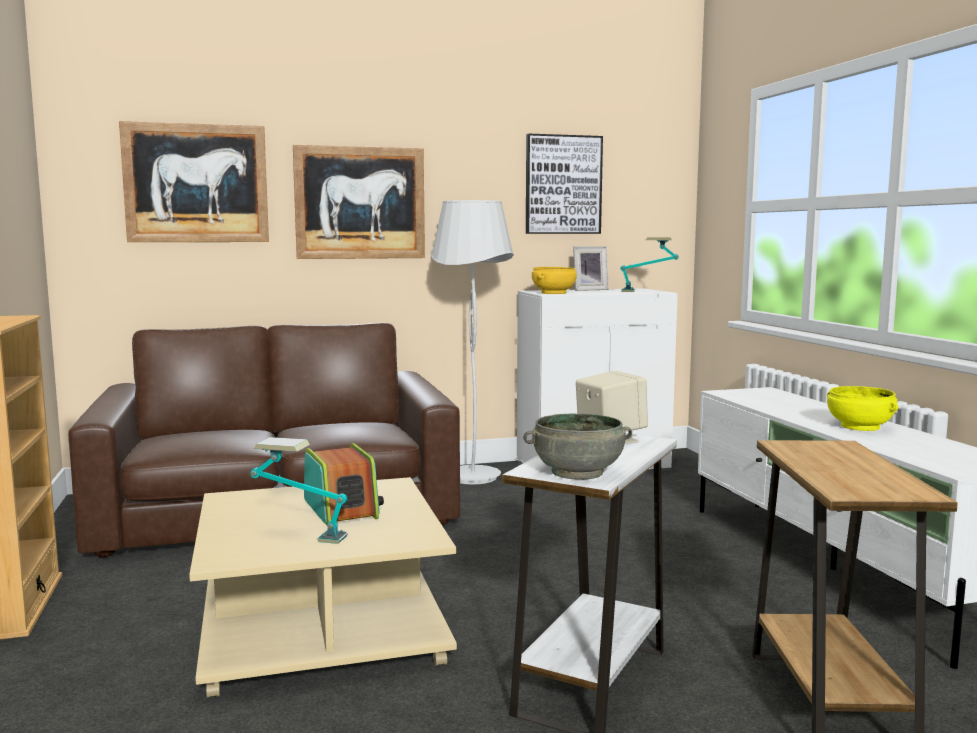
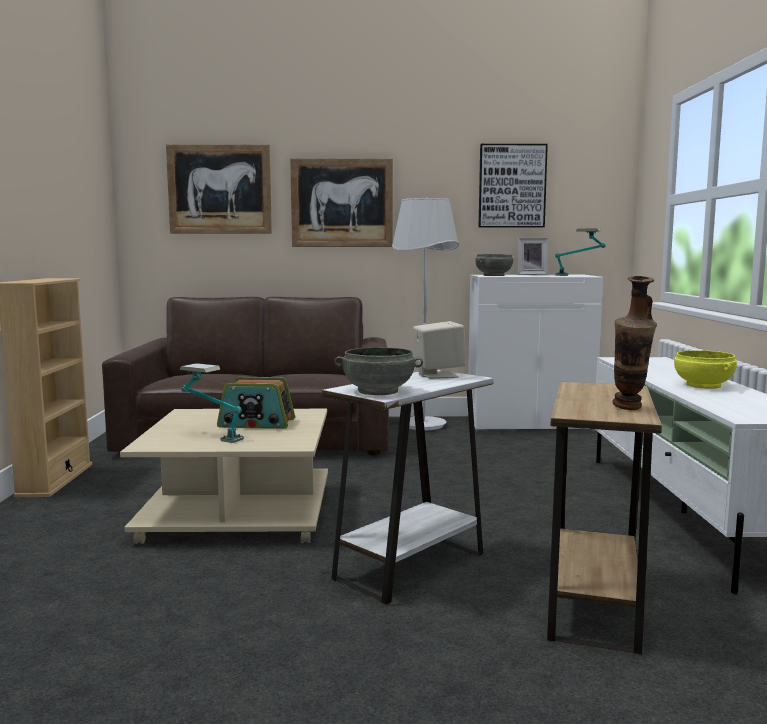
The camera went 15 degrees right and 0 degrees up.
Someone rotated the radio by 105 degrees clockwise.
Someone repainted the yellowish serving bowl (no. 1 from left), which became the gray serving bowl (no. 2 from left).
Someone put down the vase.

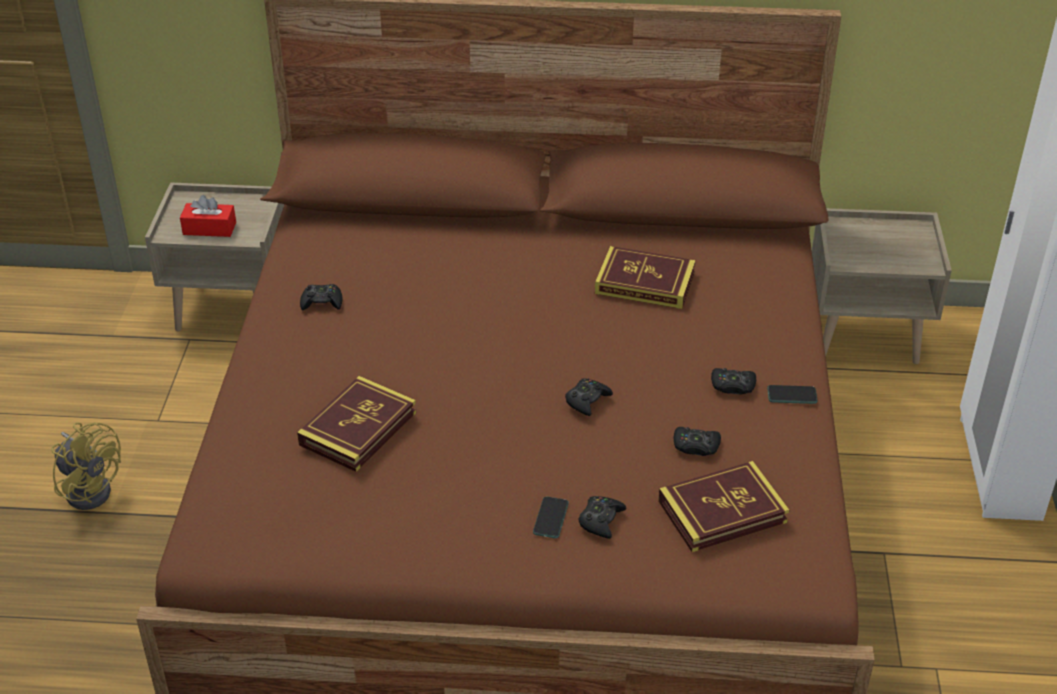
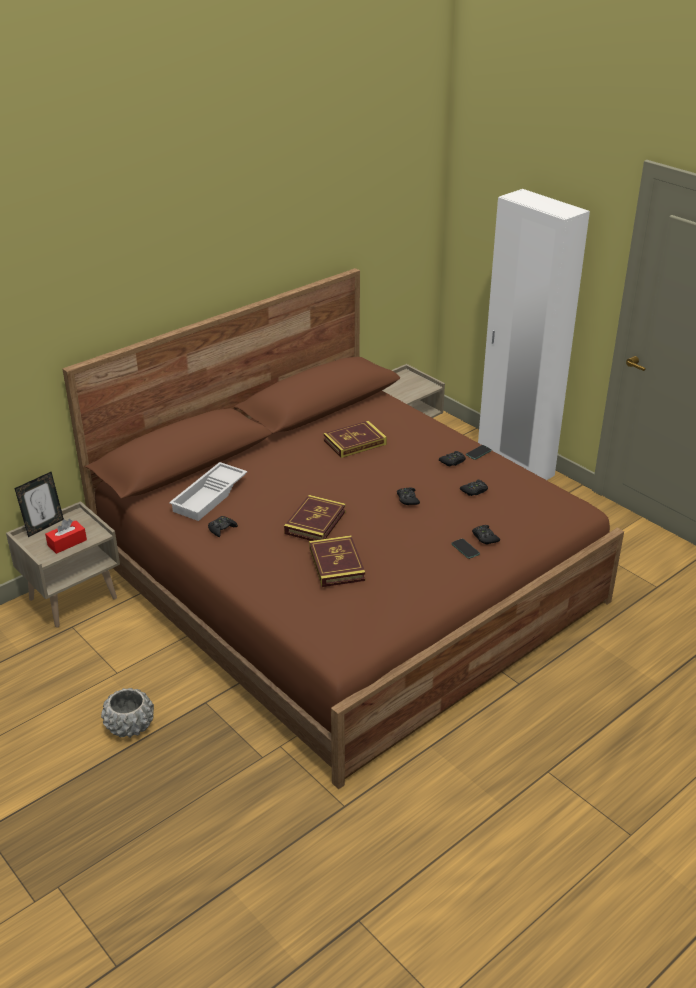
The camera went 45 degrees left and 5 degrees down.
Someone swapped the yellowish fan for the gray flower pot.
Someone carried the bound book (no. 3 from left in the first image).
Someone put down the photo frame.
Someone put down the white serving tray.

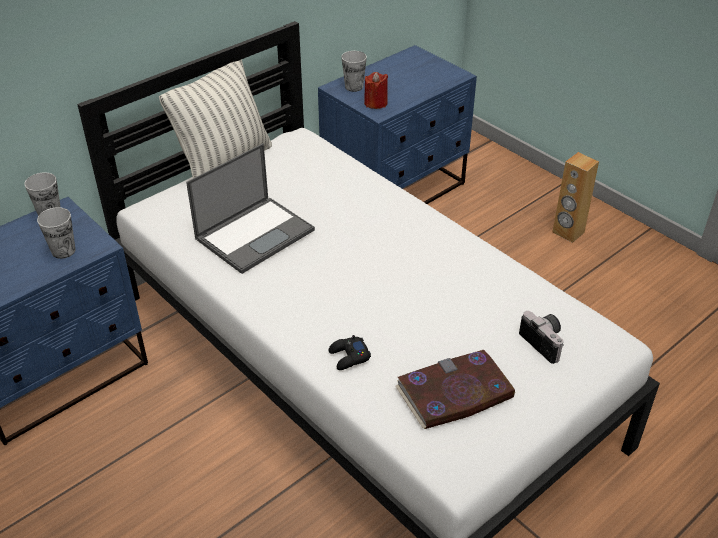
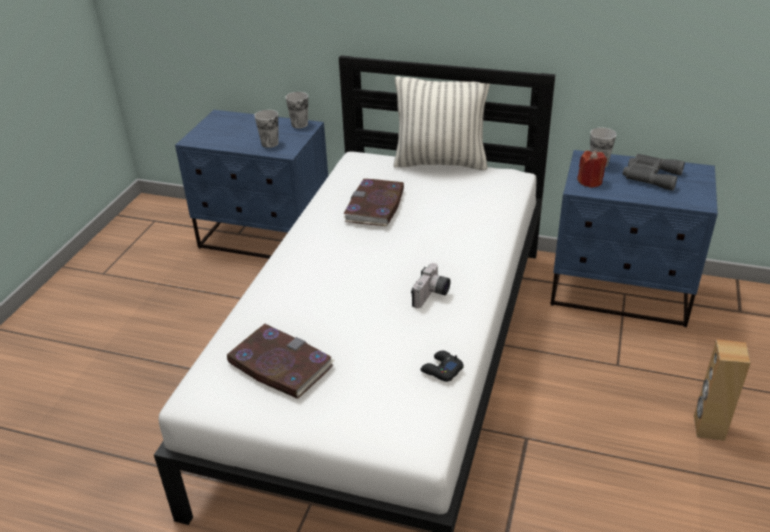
The camera went 60 degrees right and 5 degrees down.
Someone swapped the notebook computer for the bound book (no. 2 from left).
Someone carried the black joypad.
Someone carried the still camera.
Someone put down the gray pair of binoculars.

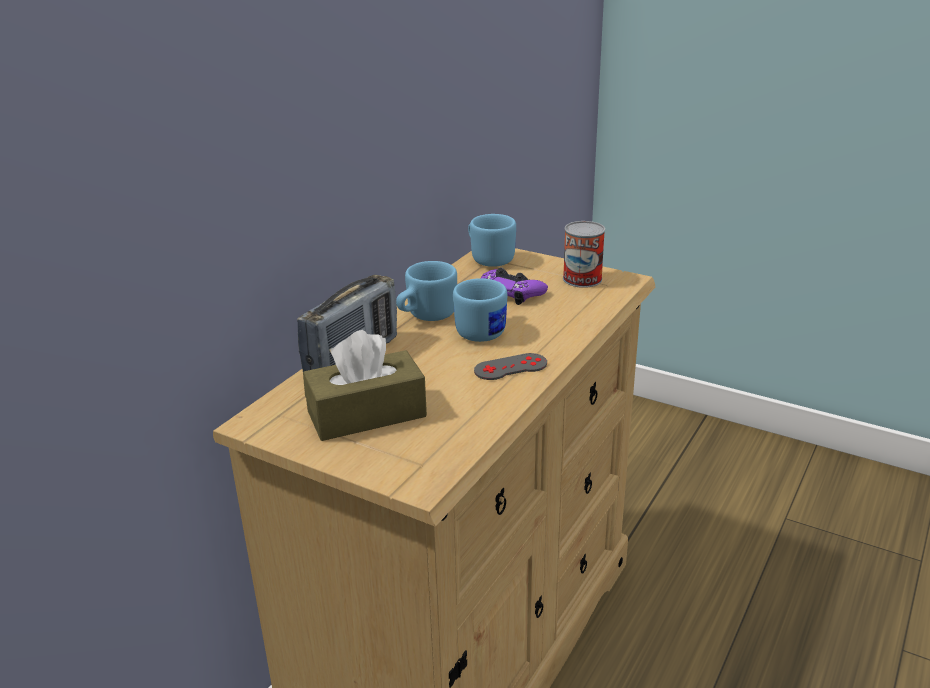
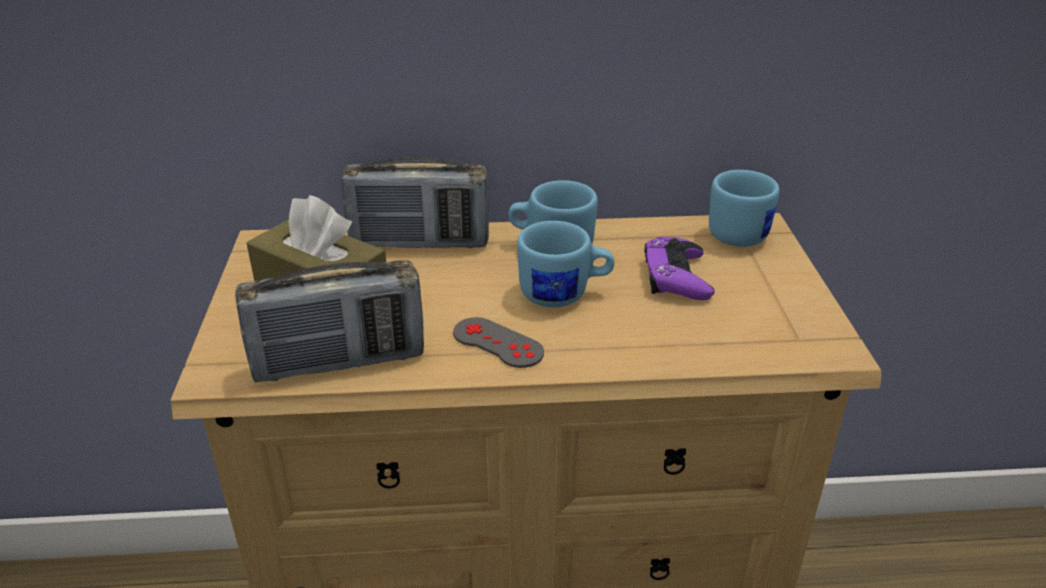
The camera went 55 degrees right and 5 degrees up.
Someone took away the metal can.
Someone put down the radio (no. 1 from left).

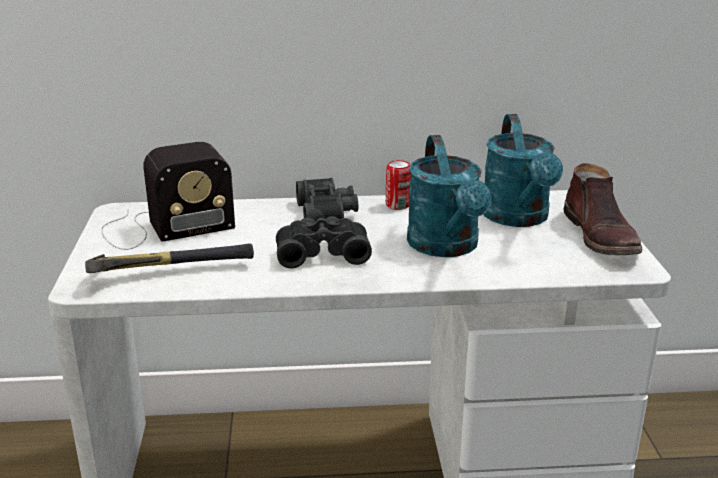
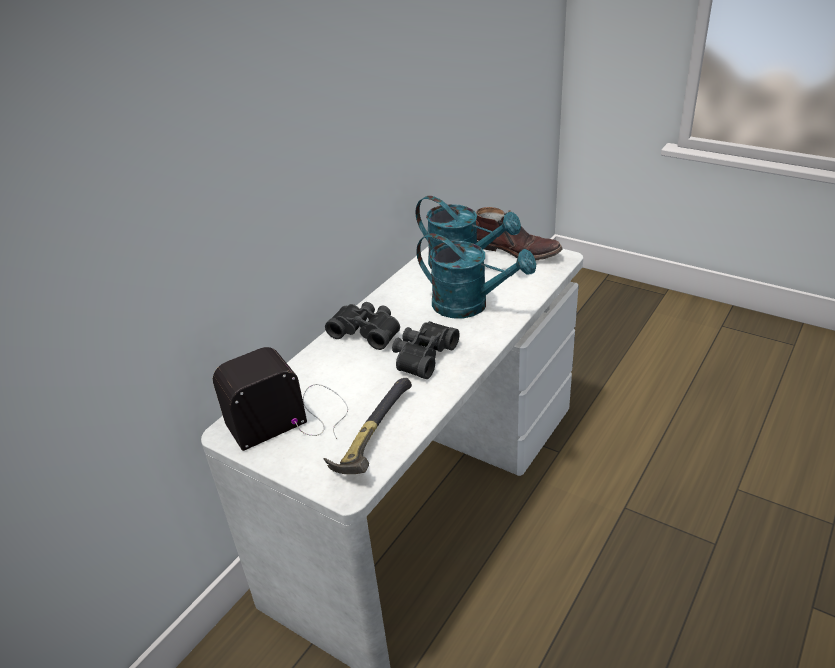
The camera went 50 degrees left and 10 degrees up.
Someone rotated the radio by 135 degrees counterclockwise.
Someone took away the metal can.

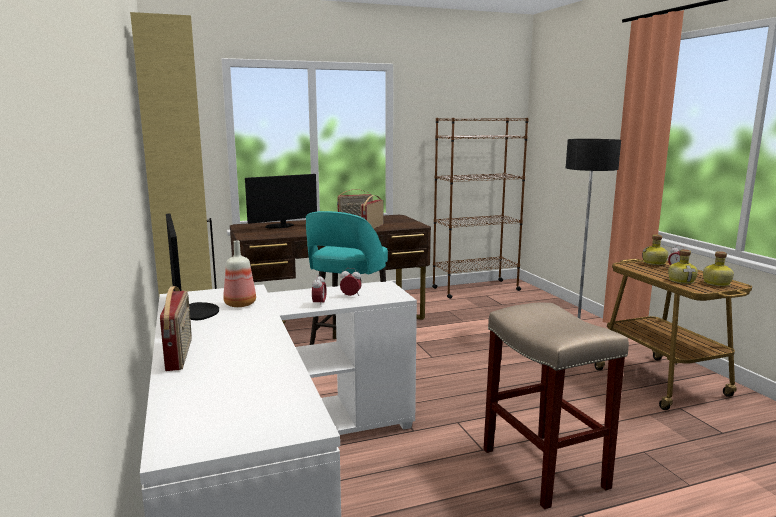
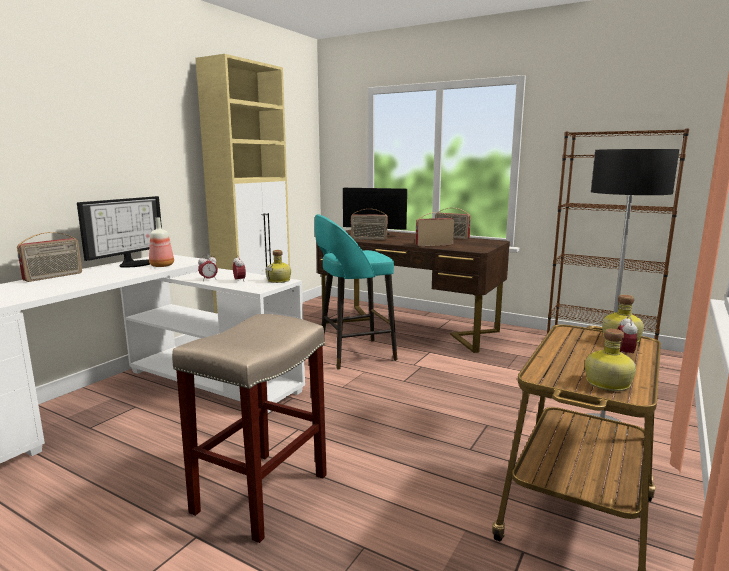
The camera went 50 degrees right and 0 degrees up.
Someone carried the beverage bottle (no. 3 from left in the first image).
Someone put down the radio (no. 2 from left).

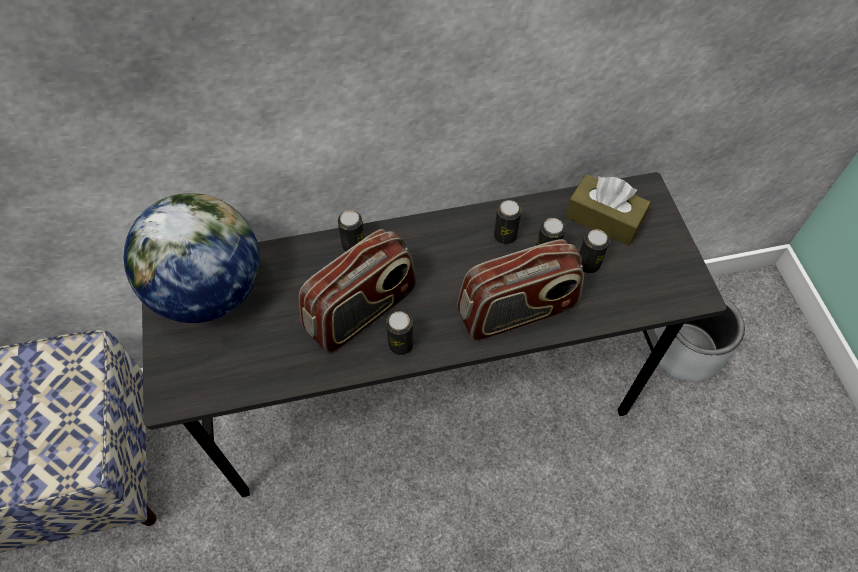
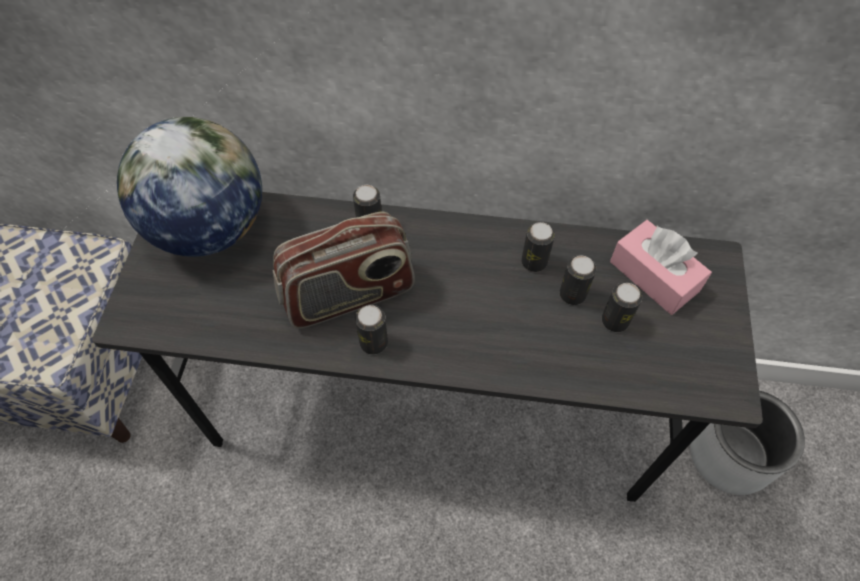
The camera went 20 degrees right and 0 degrees up.
Someone took away the radio (no. 2 from left).
Someone repainted the brown tissue box, which became the pink tissue box.

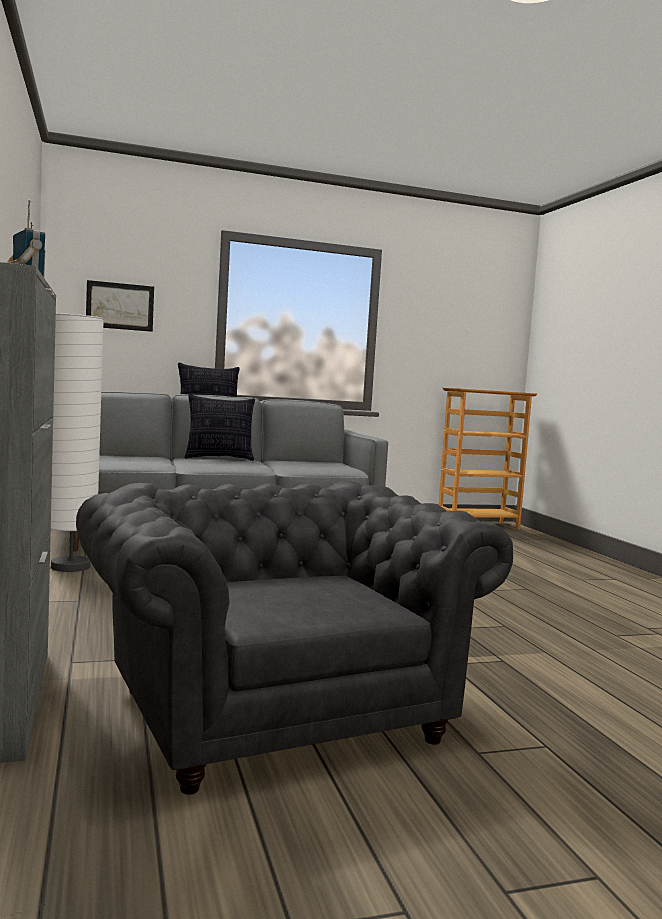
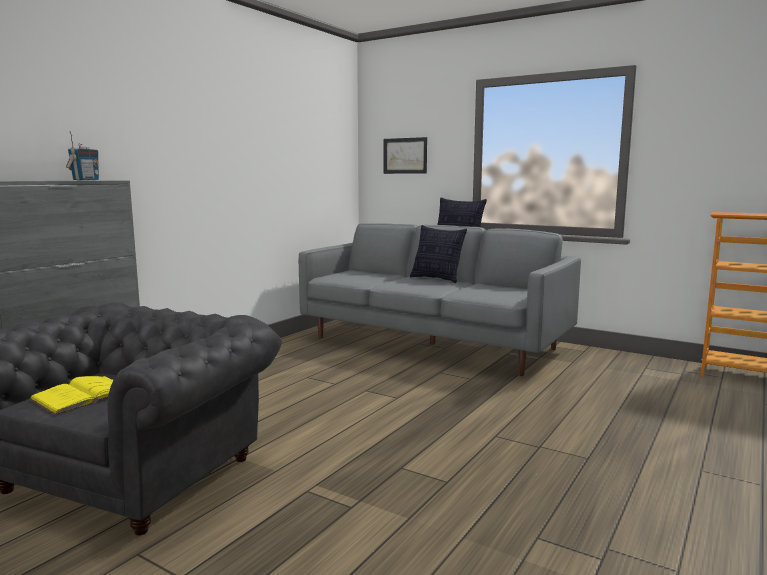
The camera went 50 degrees right and 5 degrees up.
Someone took away the white standard lamp.
Someone put down the yellowish bound book.

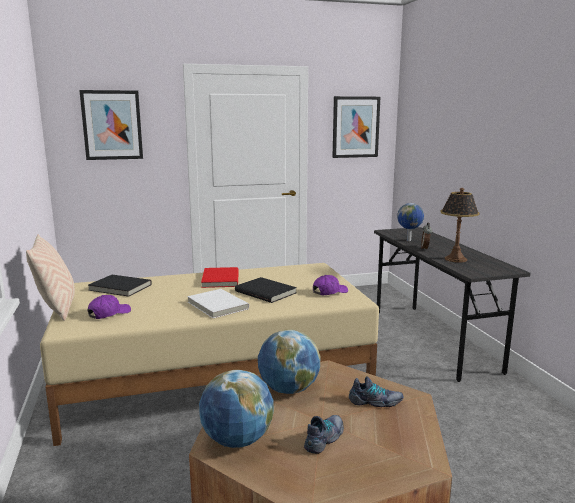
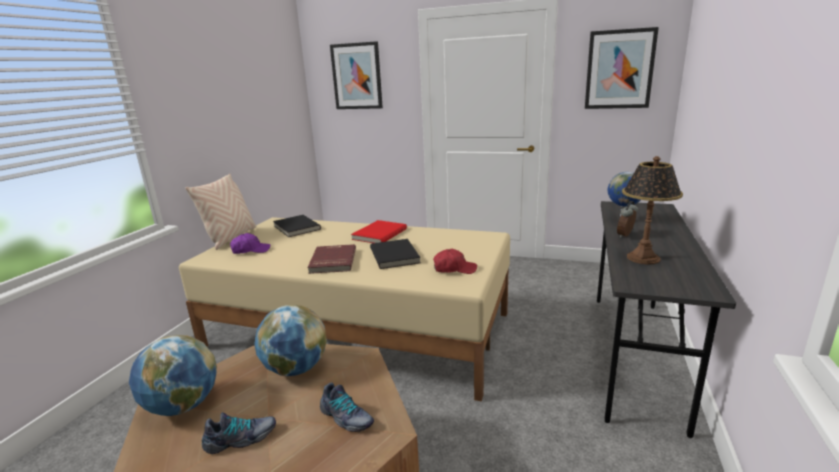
The camera went 35 degrees right and 5 degrees up.
Someone repainted the white bound book, which became the red bound book (no. 1 from left).
Someone repainted the purplish cap (no. 2 from left), which became the red cap.

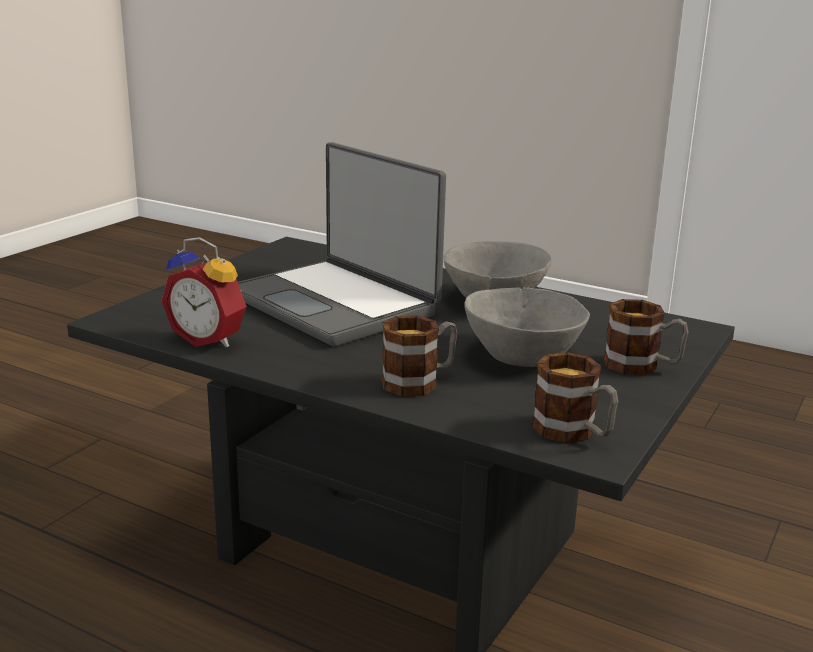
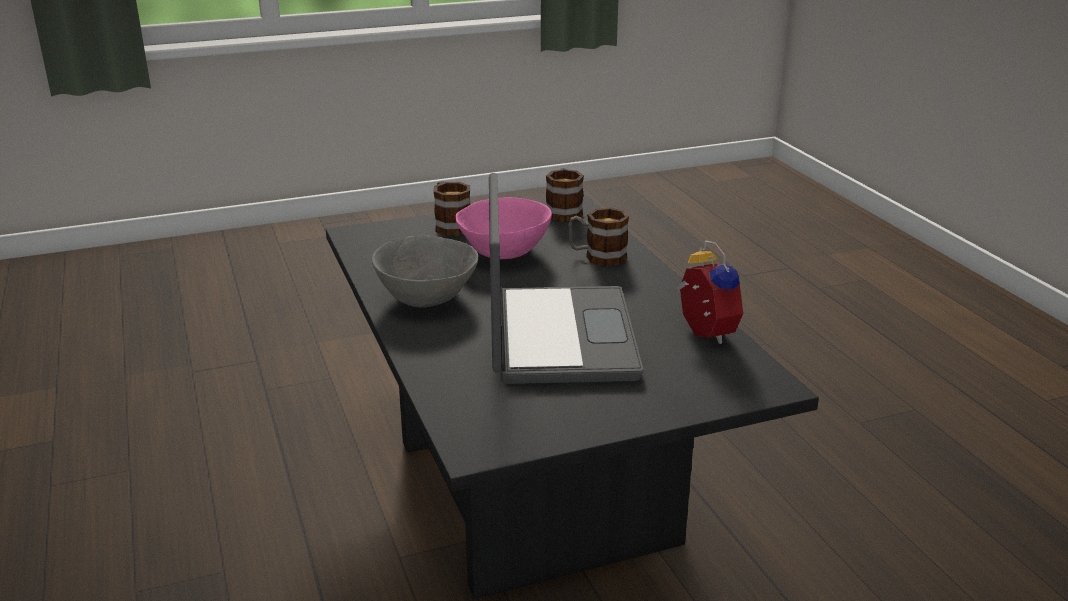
The camera went 140 degrees left and 5 degrees up.
Someone repainted the gray serving bowl (no. 2 from left), which became the pink serving bowl.

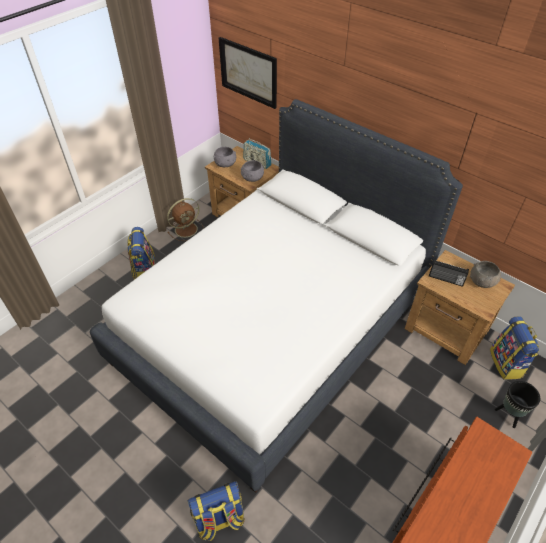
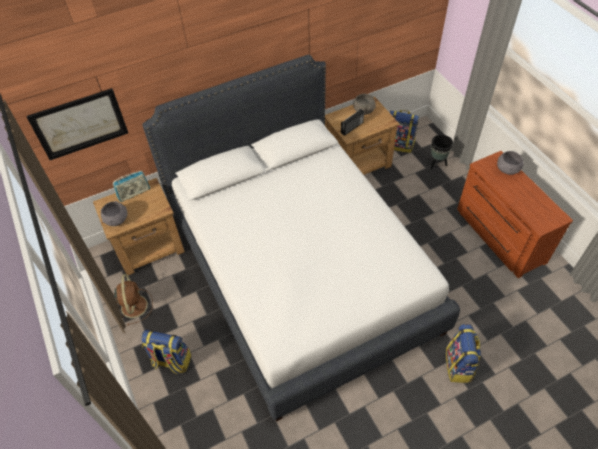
The camera went 65 degrees left and 5 degrees up.
Someone carried the gray serving bowl (no. 2 from left in the first image).

